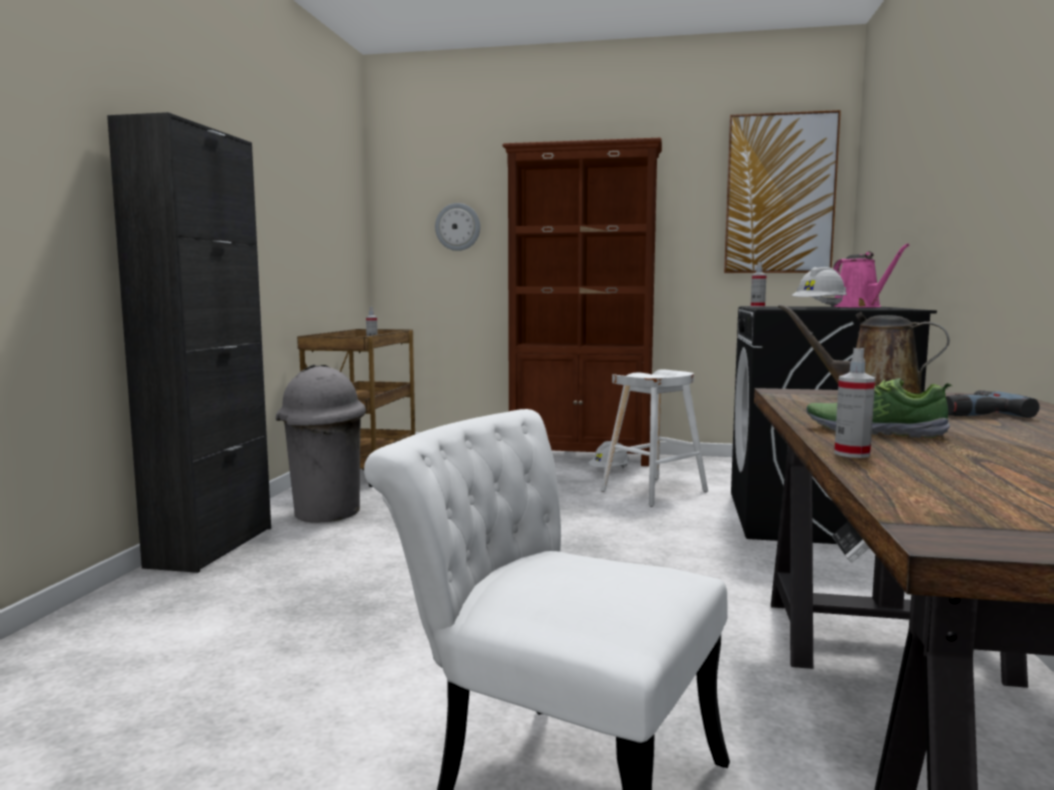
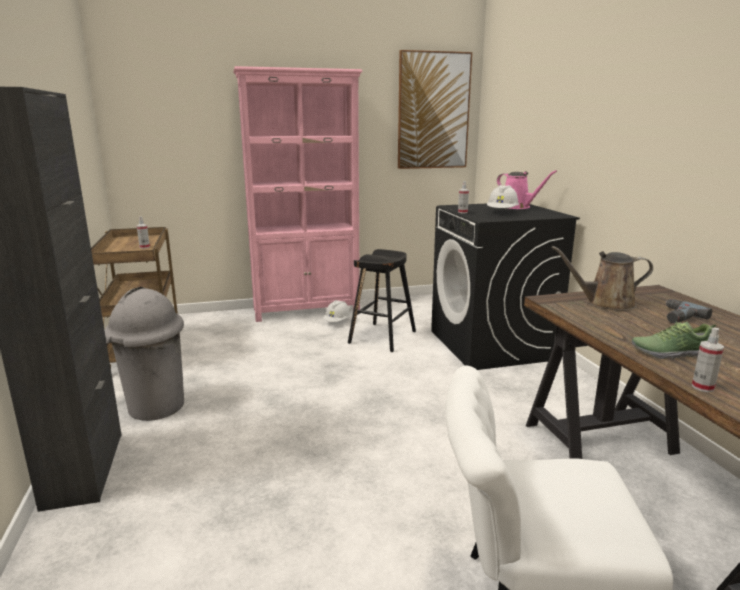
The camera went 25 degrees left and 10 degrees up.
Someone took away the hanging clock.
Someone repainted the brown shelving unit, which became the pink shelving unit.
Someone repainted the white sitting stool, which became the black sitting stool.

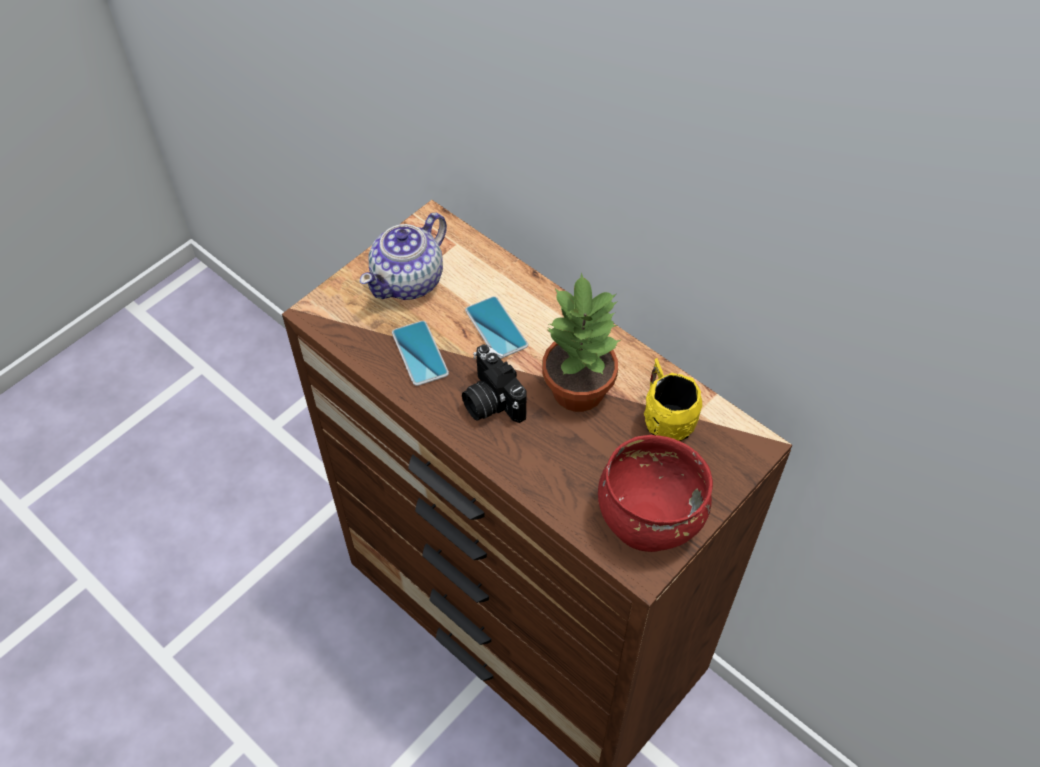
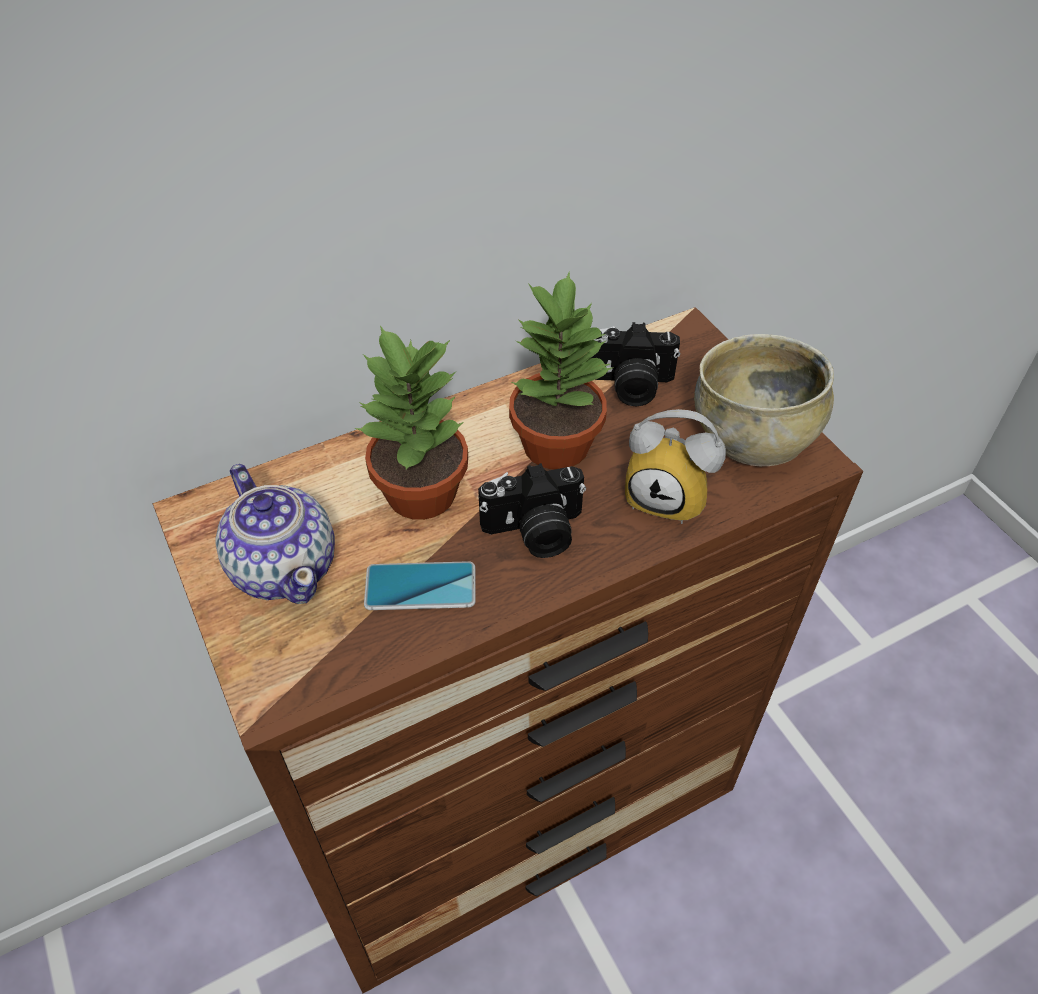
The camera went 70 degrees left and 5 degrees down.
Someone swapped the phone (no. 2 from left) for the plant in a pot (no. 1 from left).
Someone repainted the red serving bowl, which became the sand-coloured serving bowl.
Someone swapped the yellowish coffee mug for the still camera (no. 2 from left).
Someone put down the alarm clock.

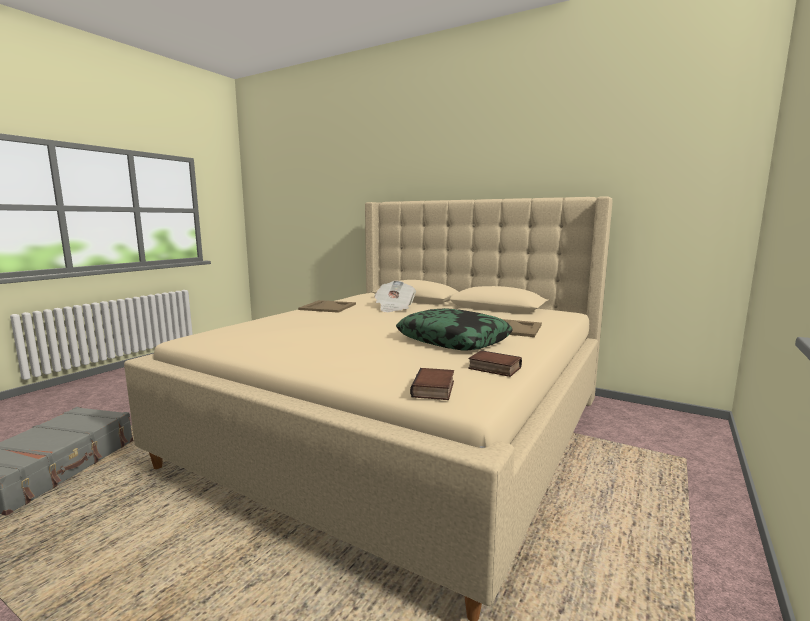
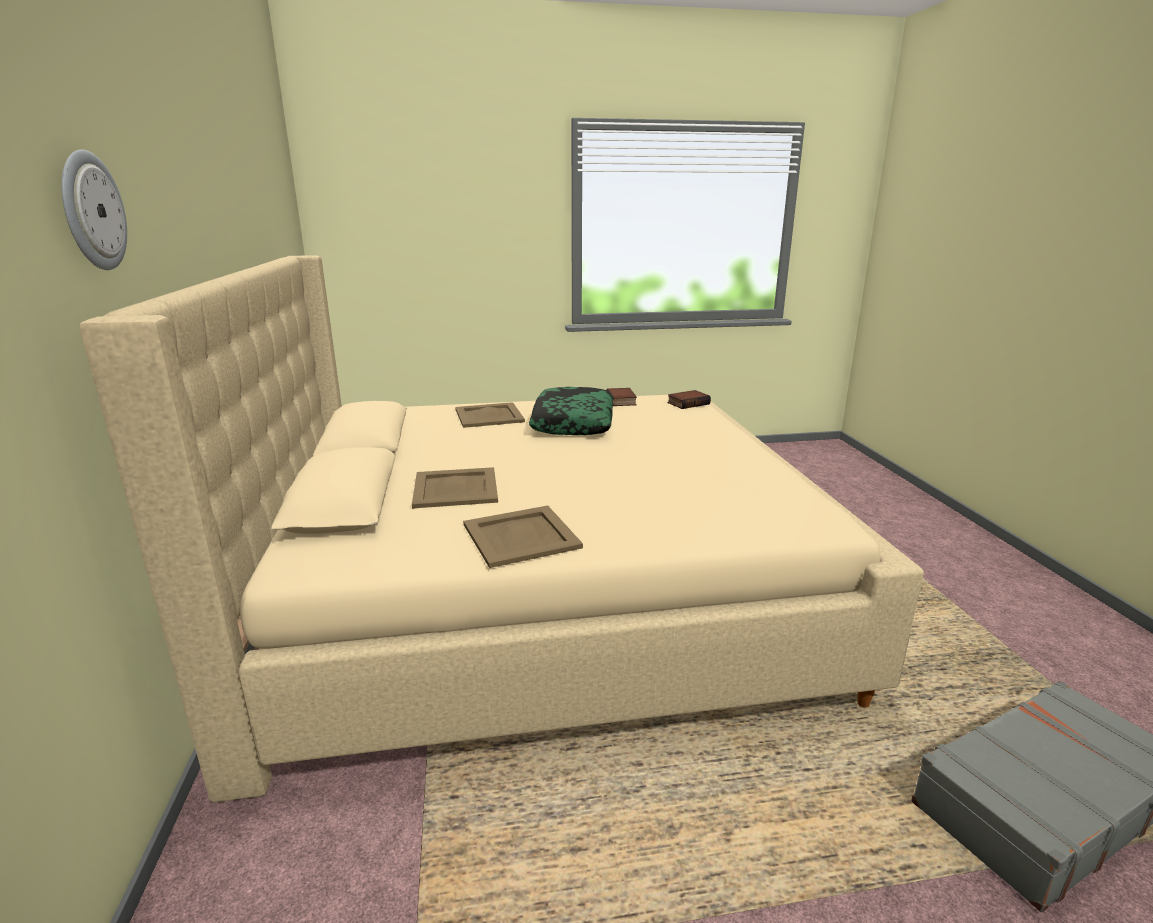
The camera went 130 degrees left and 10 degrees up.
Someone swapped the daily paper for the sand-coloured serving tray (no. 1 from left).
Someone put up the hanging clock.

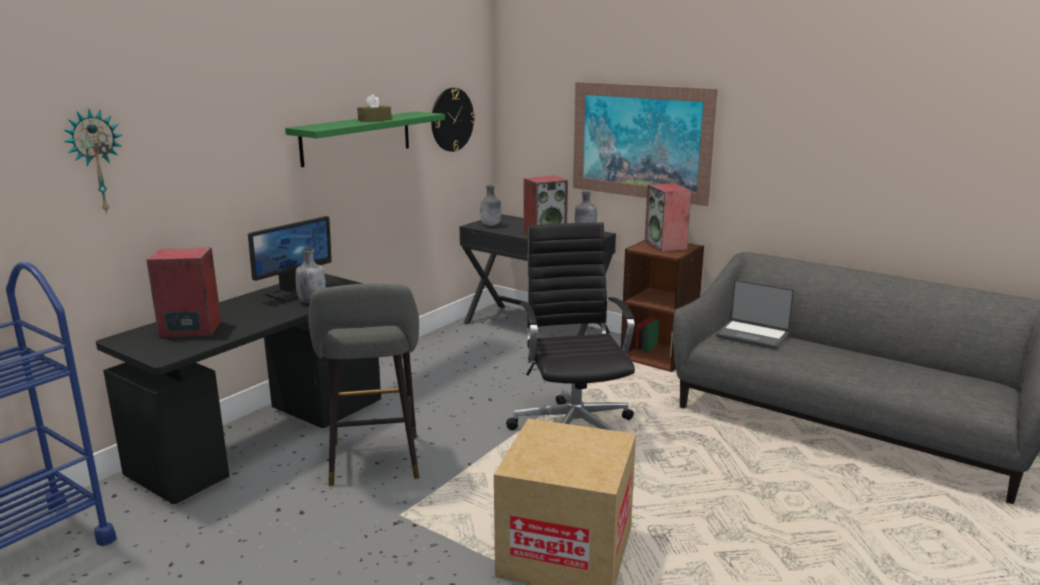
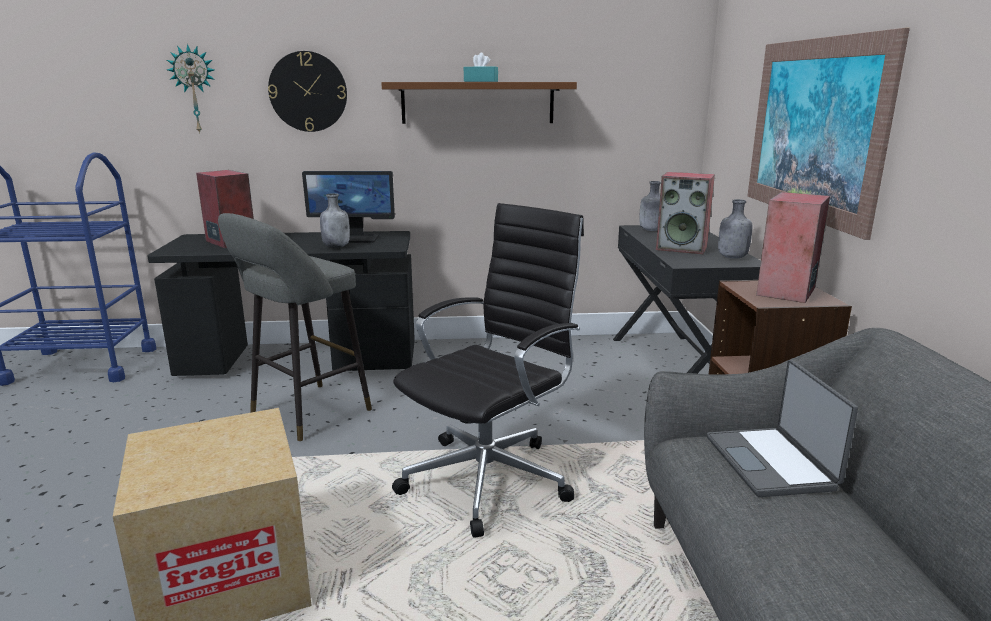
The camera went 50 degrees right and 0 degrees up.
Someone repainted the greenish bracket shelf, which became the brown bracket shelf.
Someone repainted the brown tissue box, which became the turquoise-coloured tissue box.
Someone carried the hanging clock (no. 2 from left).

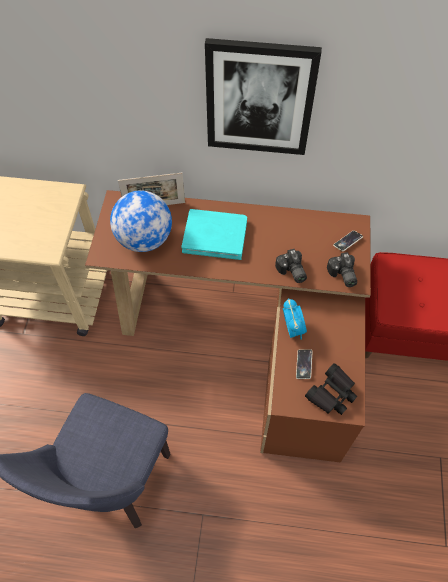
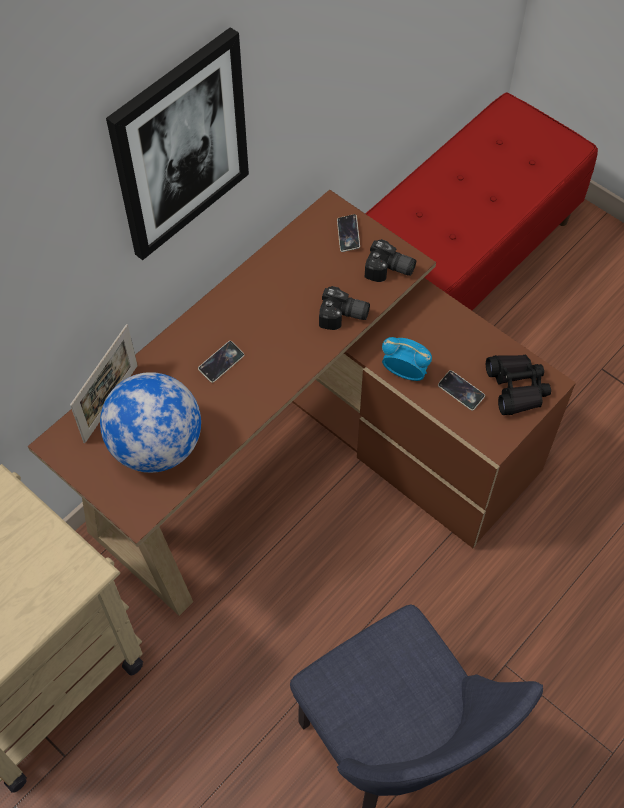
The camera went 55 degrees left and 0 degrees up.
Someone swapped the turquoise-coloured bound book for the phone (no. 1 from left).

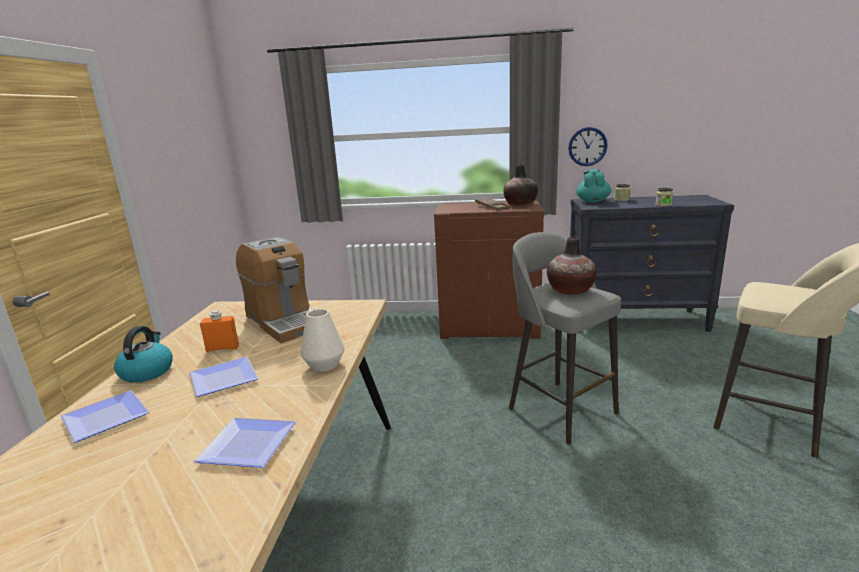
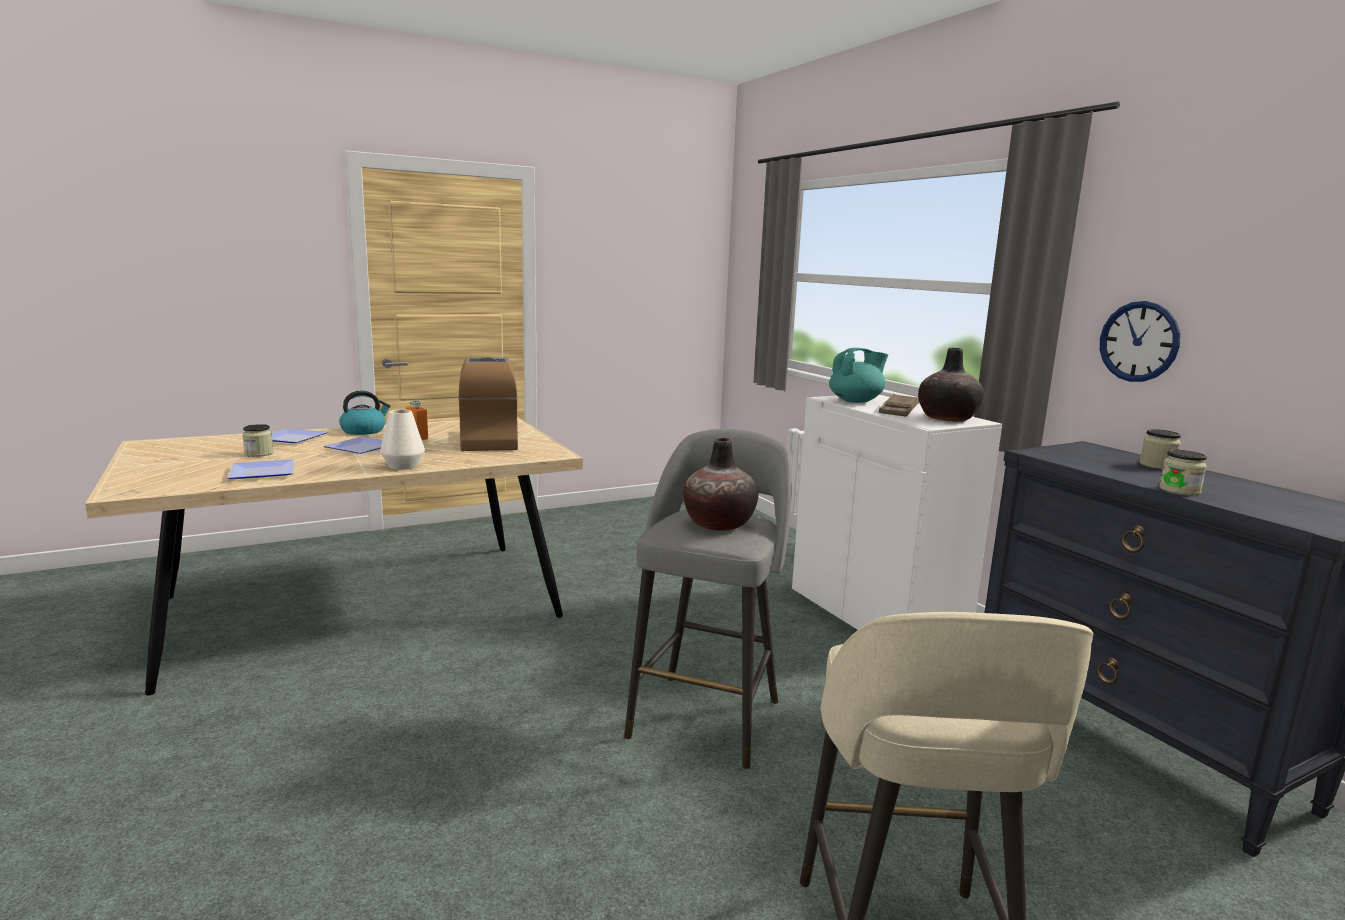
The camera went 55 degrees right and 5 degrees down.
Someone rotated the coffee machine by 150 degrees clockwise.
Someone repainted the brown storage cabinet, which became the white storage cabinet.
Someone carried the turquoise-coloured tea pot.
Someone put down the preserve jar (no. 1 from left).

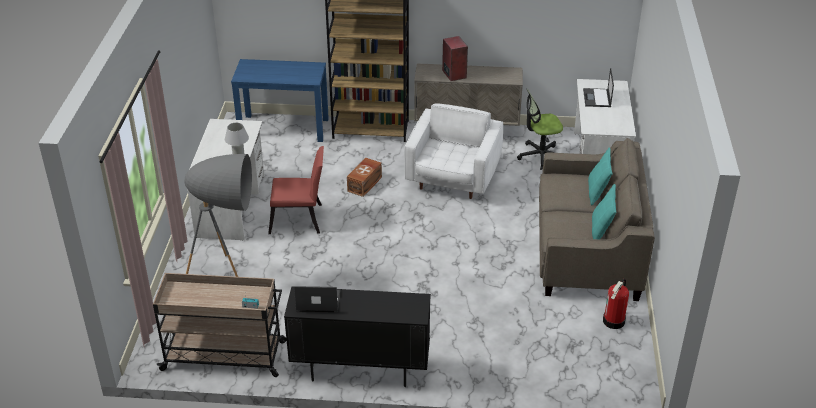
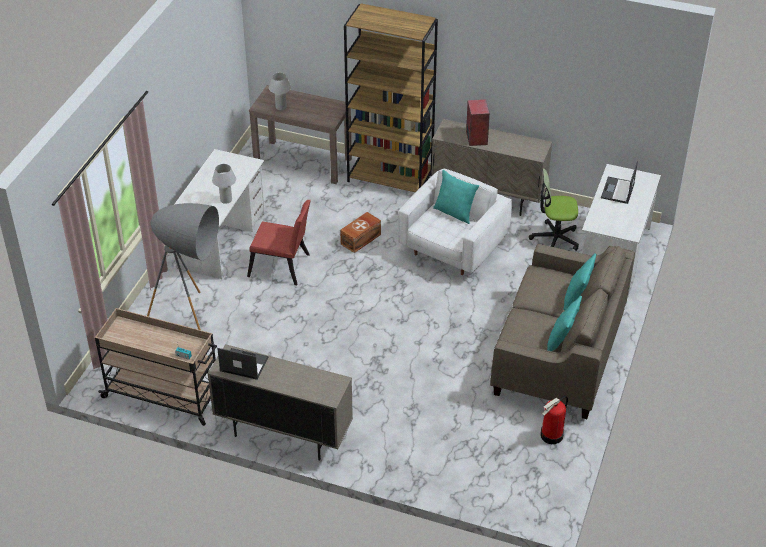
The camera went 15 degrees right and 5 degrees up.
Someone repainted the blue-coloured console table, which became the brown console table.
Someone repainted the black storage cabinet, which became the sand-coloured storage cabinet (no. 1 from left).
Someone put down the white tabletop lamp (no. 2 from left).
Someone put down the turquoise-coloured throw pillow (no. 1 from left).

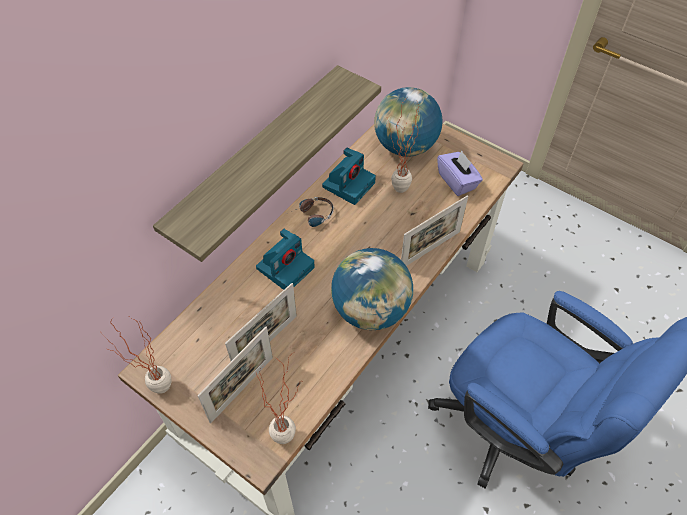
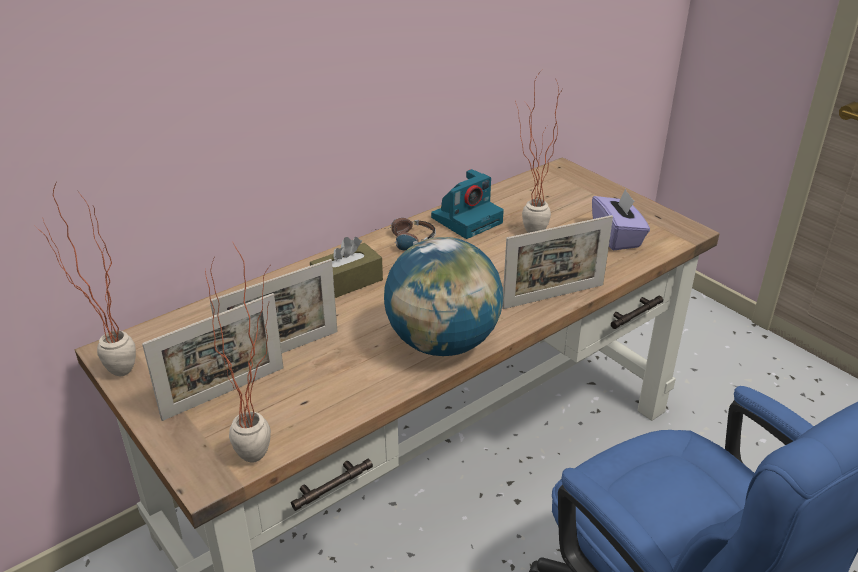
The camera went 15 degrees right and 20 degrees down.
Someone took away the bracket shelf.
Someone swapped the still camera (no. 1 from left) for the brown tissue box.
Someone took away the globe (no. 2 from left).

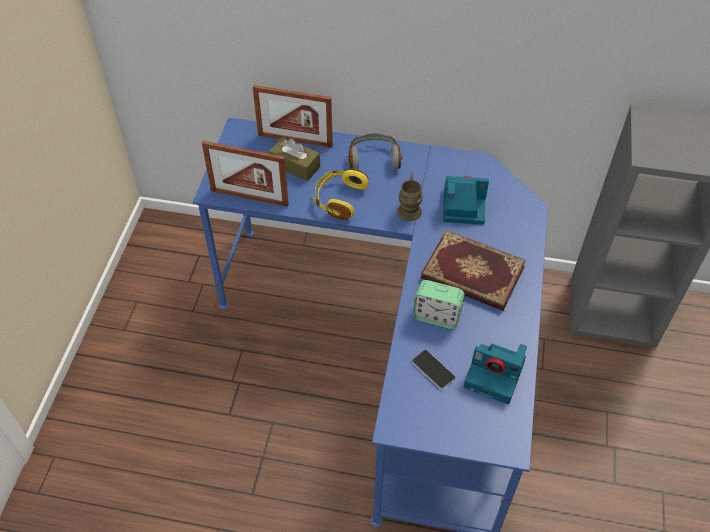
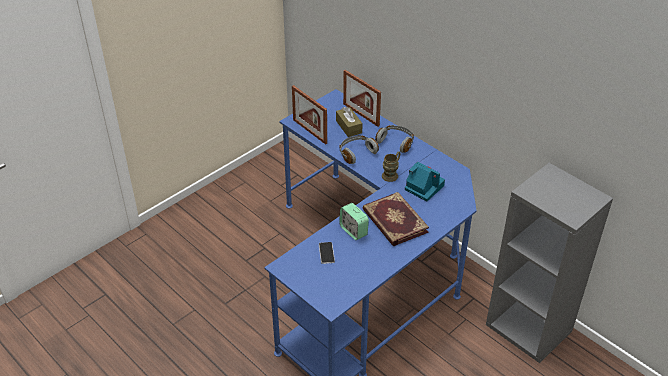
The camera went 35 degrees right and 10 degrees down.
Someone repainted the yellowish pair of headphones, which became the gray pair of headphones (no. 1 from left).
Someone took away the still camera (no. 2 from left).

